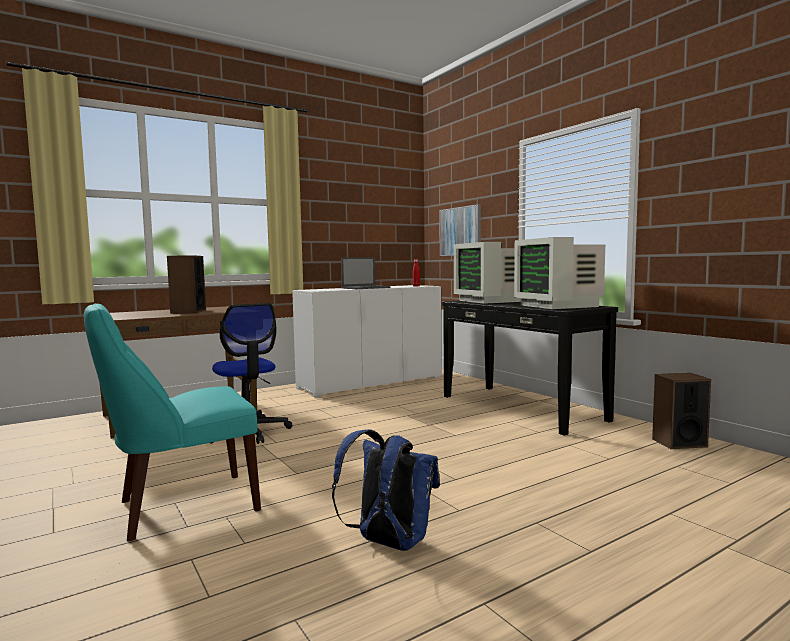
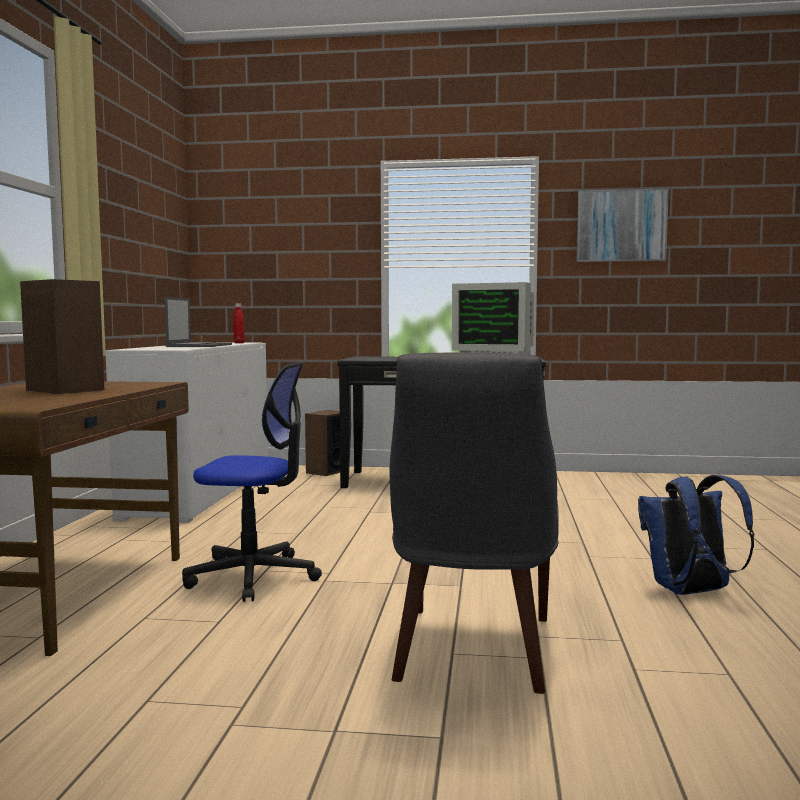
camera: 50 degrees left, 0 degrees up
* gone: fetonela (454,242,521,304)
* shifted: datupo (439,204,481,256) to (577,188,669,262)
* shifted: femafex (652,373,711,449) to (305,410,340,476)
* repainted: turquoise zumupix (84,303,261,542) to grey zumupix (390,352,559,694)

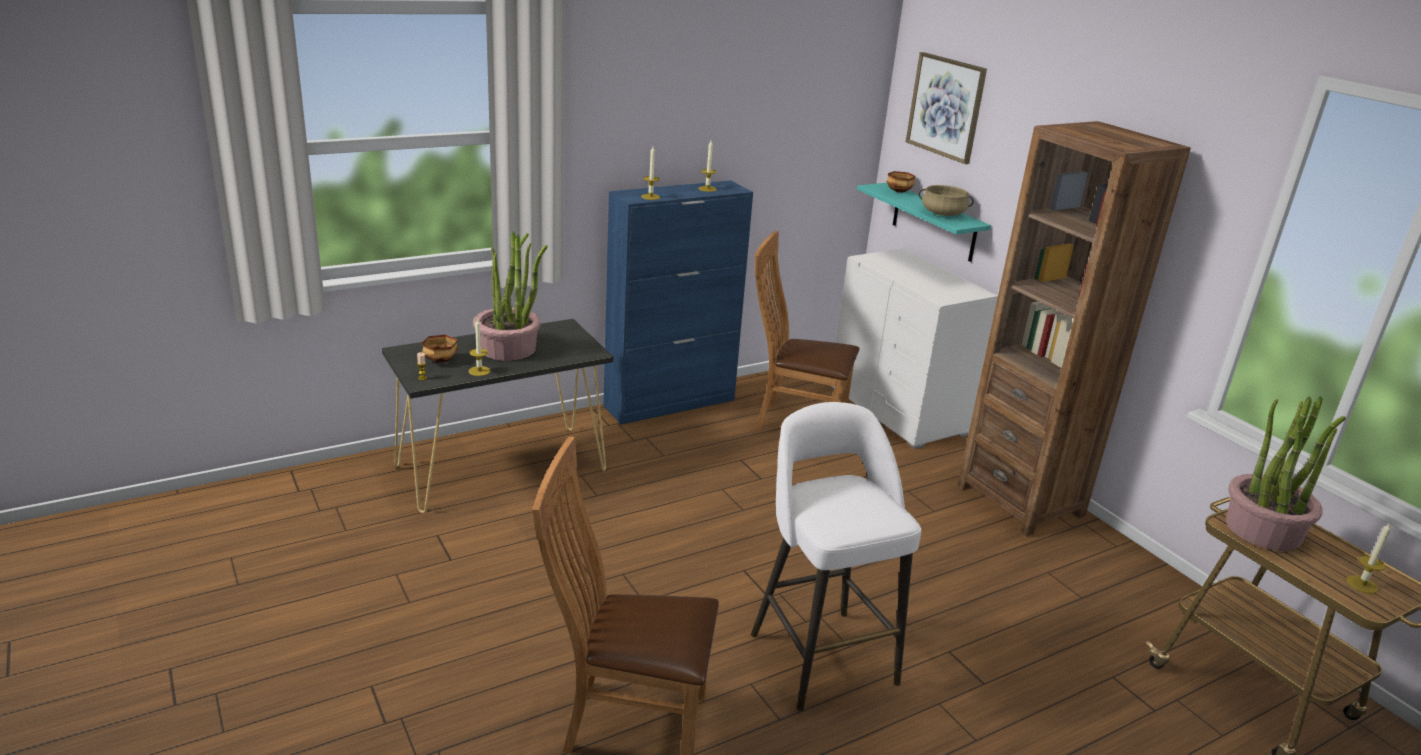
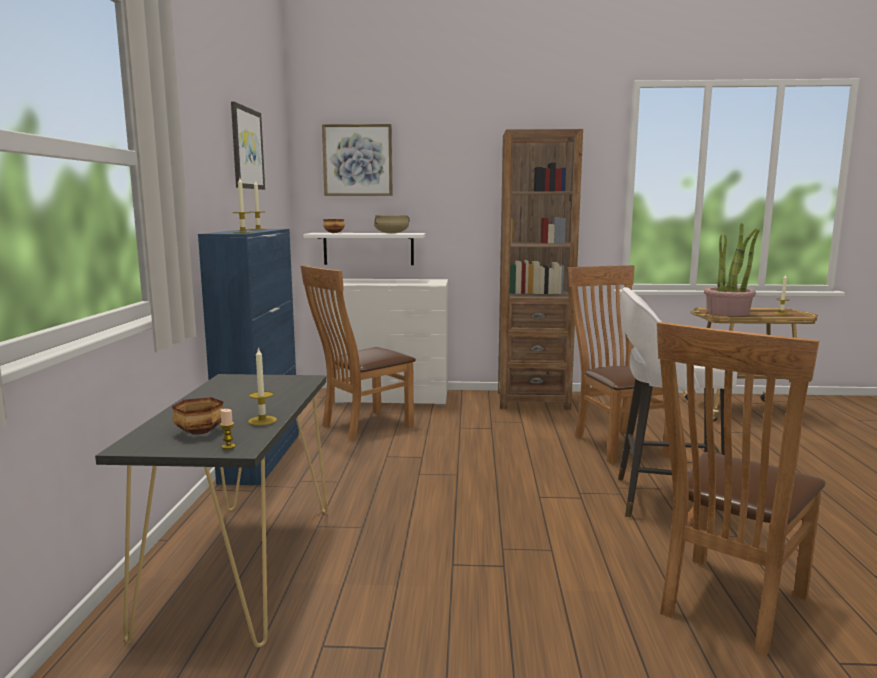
camera: 55 degrees left, 15 degrees down
* gone: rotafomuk (473,231,548,361)
* new: datupo (231,102,265,190)
* new: brown zumupix (568,265,670,464)
* repainted: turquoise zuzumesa (857,183,991,262) to white zuzumesa (303,233,426,265)

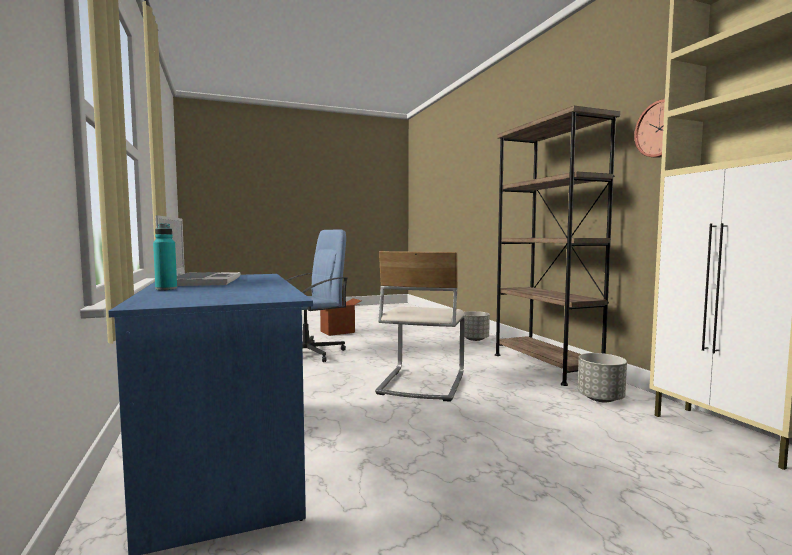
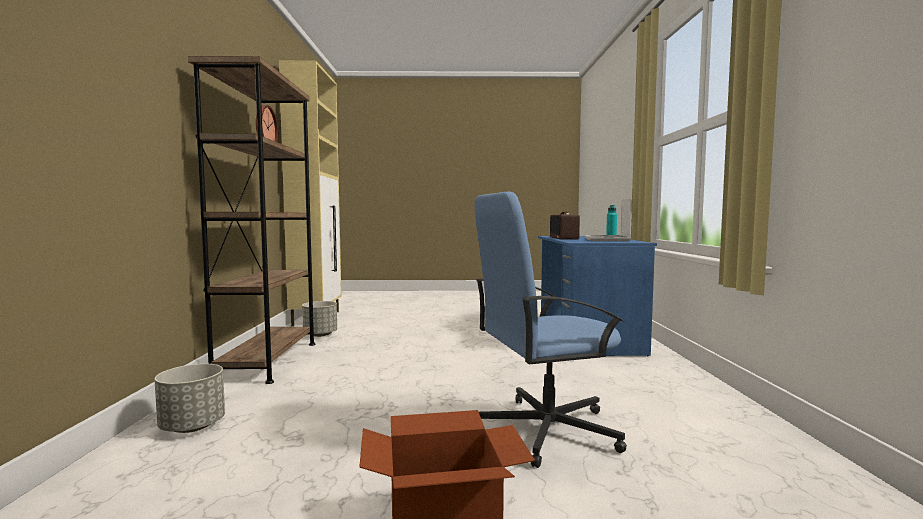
camera: 160 degrees left, 0 degrees up
* gone: beige zumupix (375,251,465,401)
* new: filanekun (550,212,580,239)

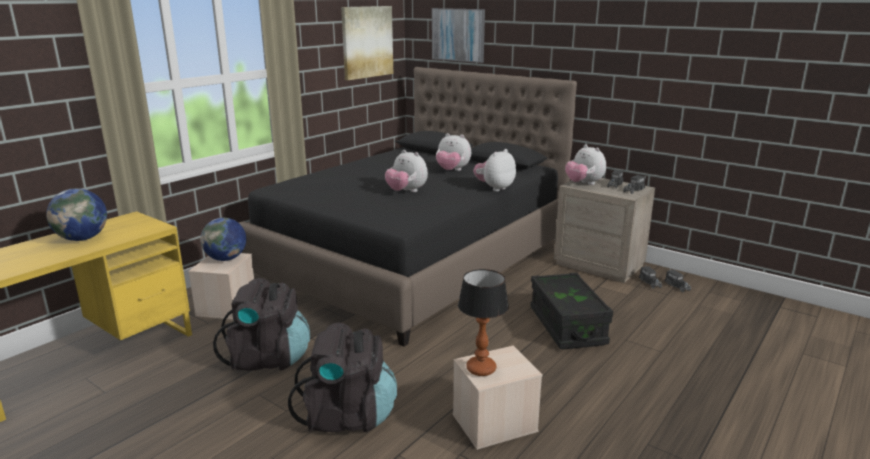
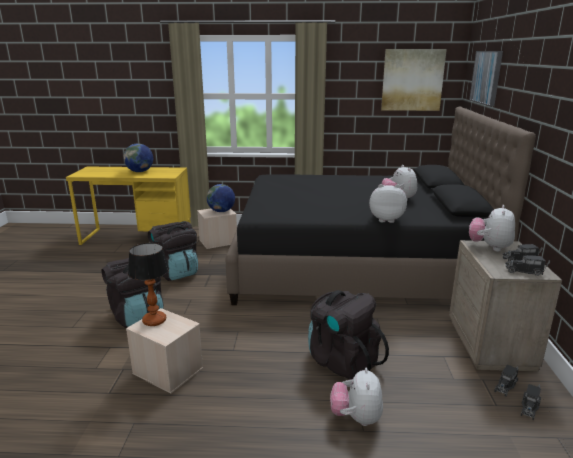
camera: 55 degrees right, 0 degrees up
* shifted: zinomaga (385,150,428,192) to (330,368,383,426)
* swapped: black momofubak (531,272,613,350) to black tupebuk (308,290,389,380)

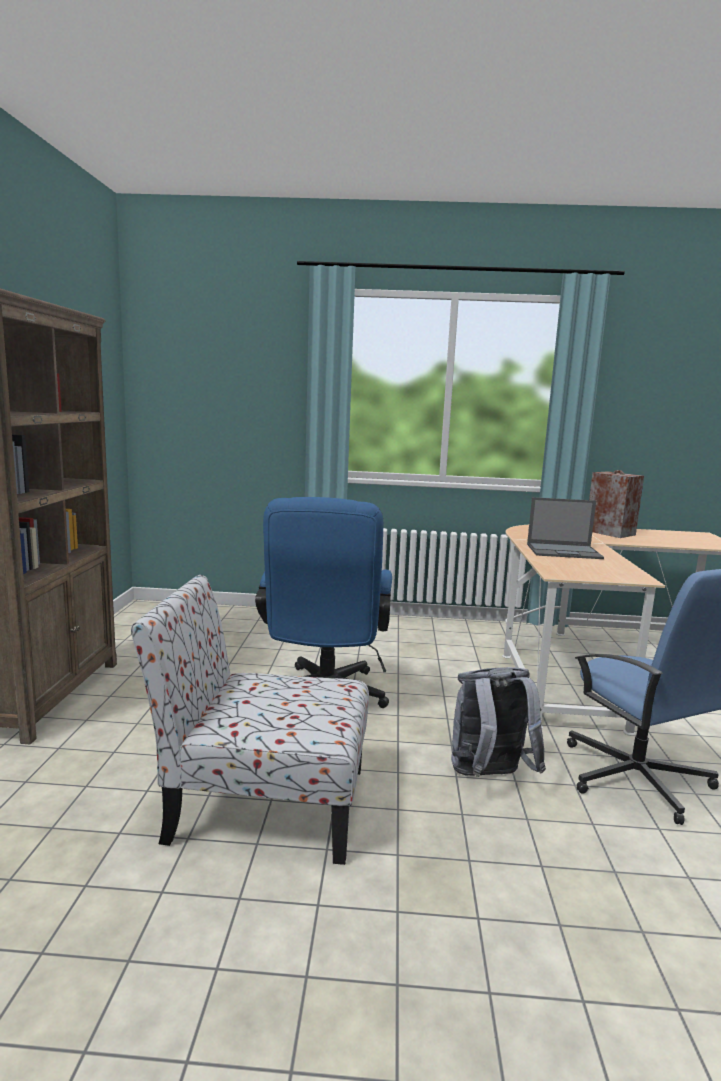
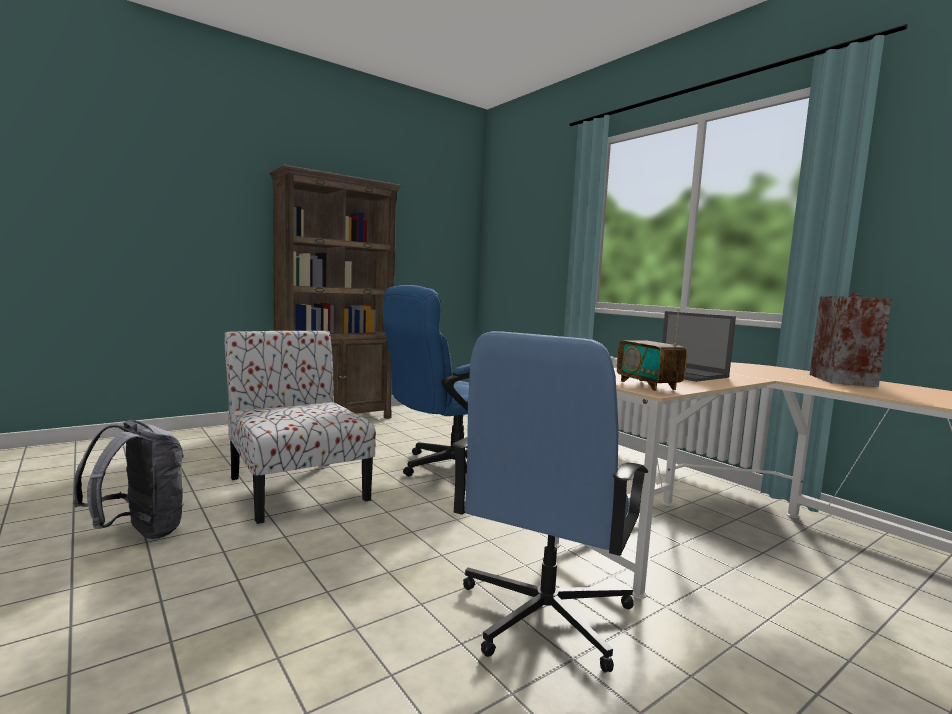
camera: 50 degrees right, 5 degrees down
* new: filanekun (617,309,687,391)
* shifted: grey tupebuk (451,667,546,777) to (73,420,184,540)

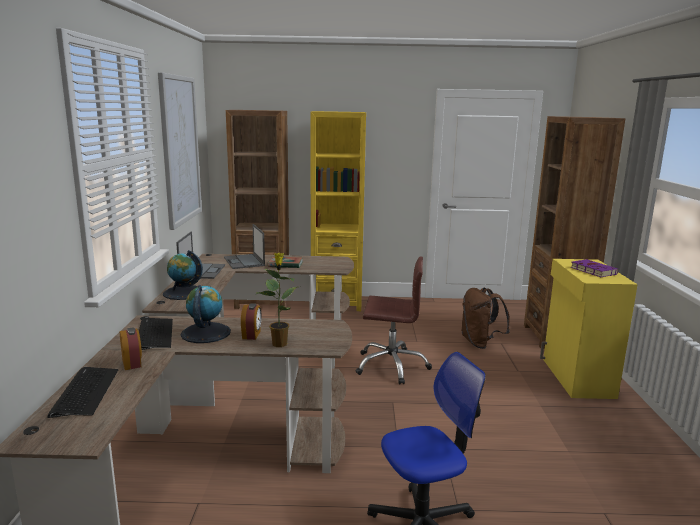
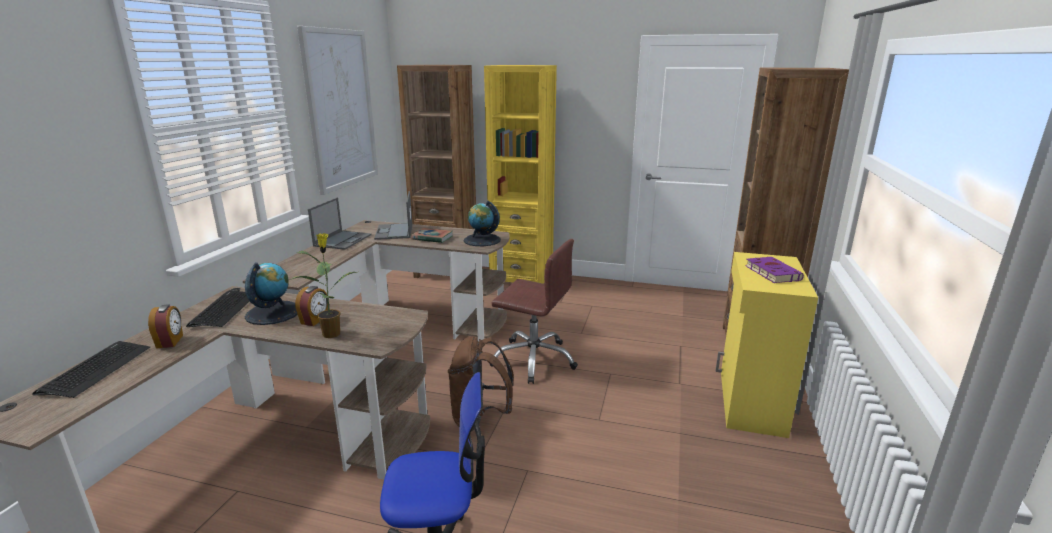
camera: 15 degrees right, 5 degrees up
* shifted: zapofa (163,250,203,300) to (463,201,501,246)
* shifted: brown tupebuk (461,287,510,349) to (447,336,513,431)

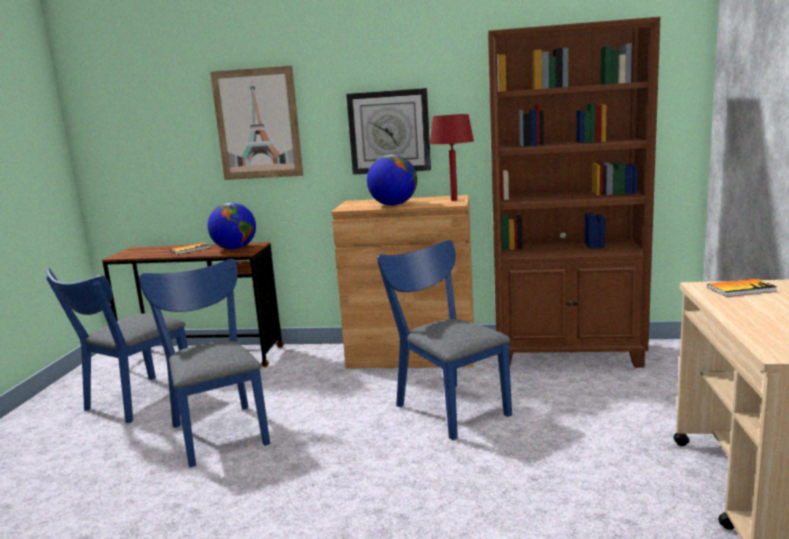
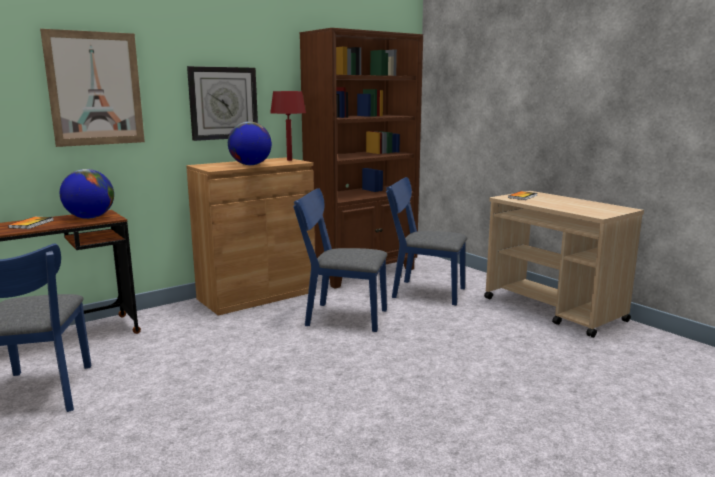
camera: 45 degrees left, 0 degrees up
* shifted: blue zumupix (139,259,270,467) to (386,177,467,305)

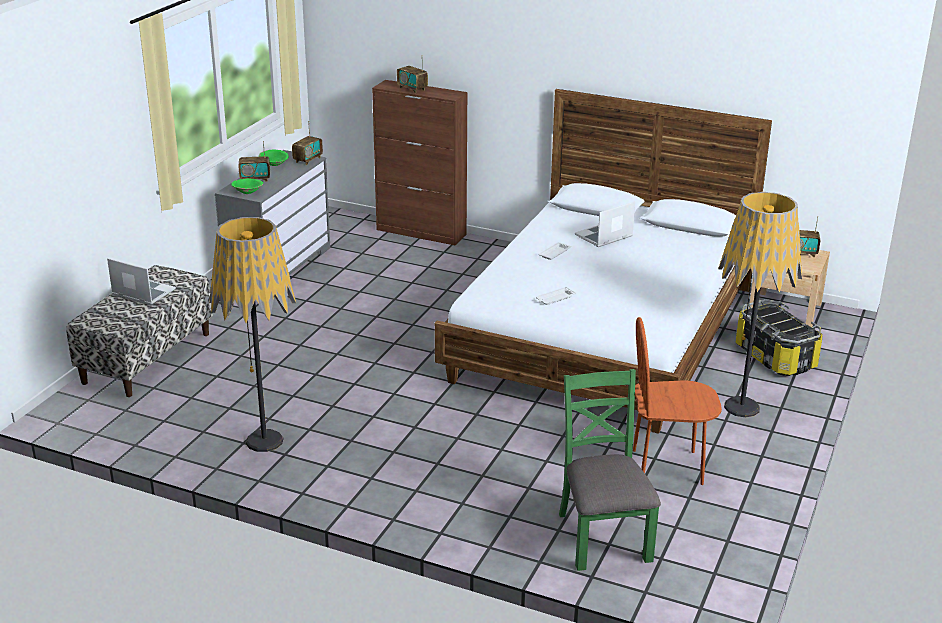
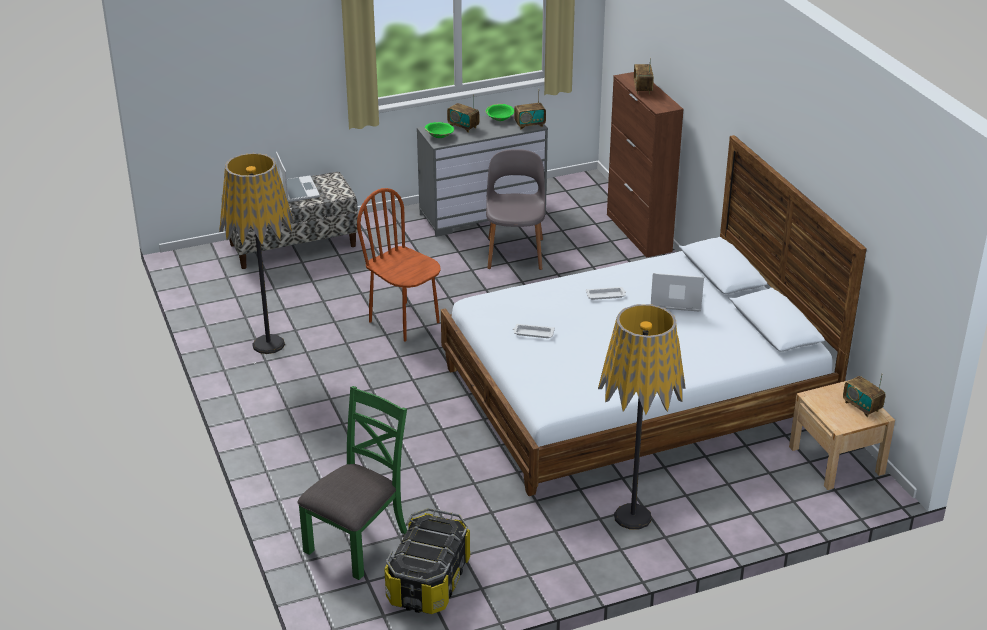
camera: 45 degrees right, 5 degrees up
* new: grey zumupix (486,149,545,270)
* shifted: brown zumupix (633,317,722,485) to (357,188,441,341)
* shifted: momofubak (735,299,823,376) to (384,508,470,614)

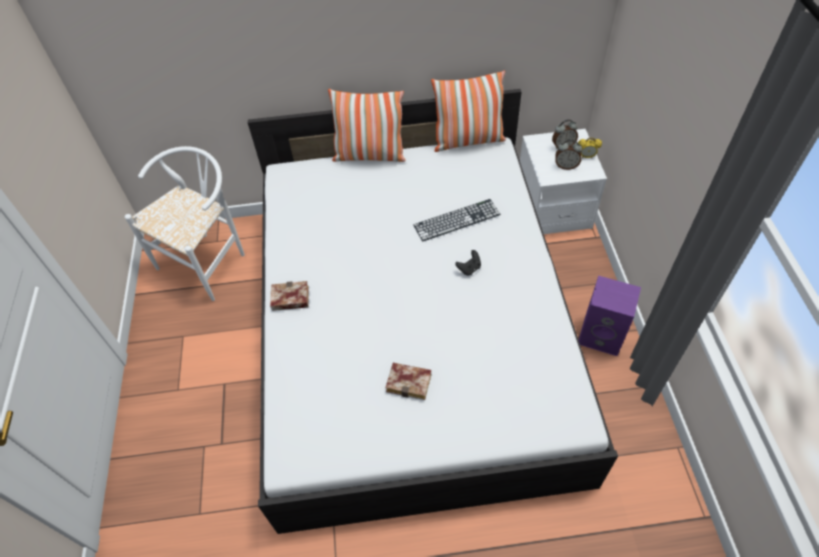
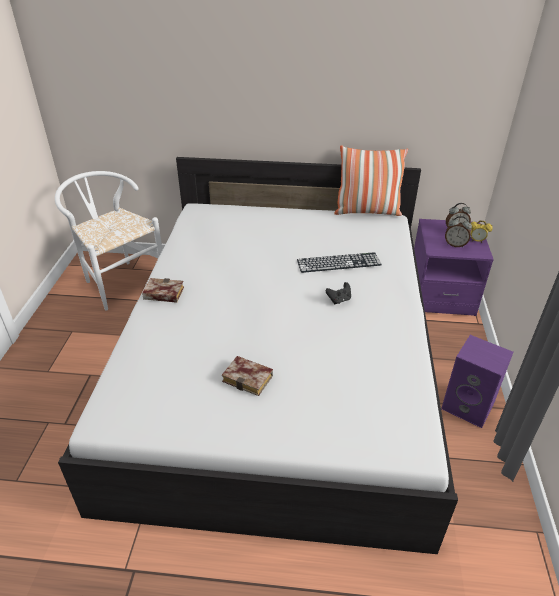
camera: 10 degrees right, 15 degrees down
* gone: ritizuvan (328,89,406,162)
* repainted: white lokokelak (520,129,607,234) to purple lokokelak (414,219,494,316)
* rotated: white zumupix (125,146,245,301) = (55,171,162,310) 90 degrees counterclockwise

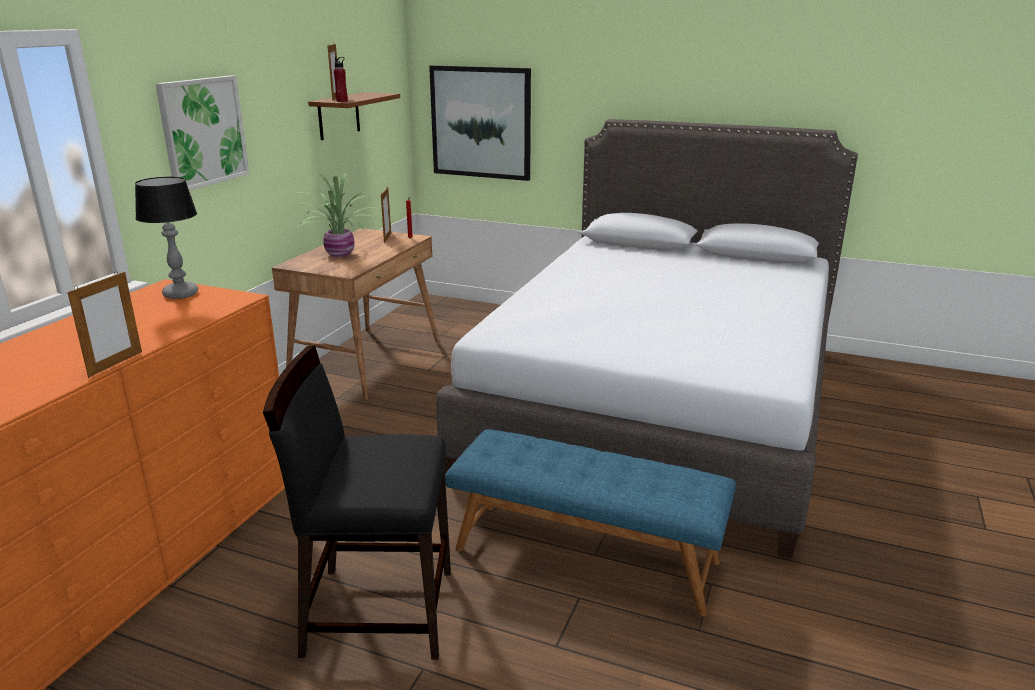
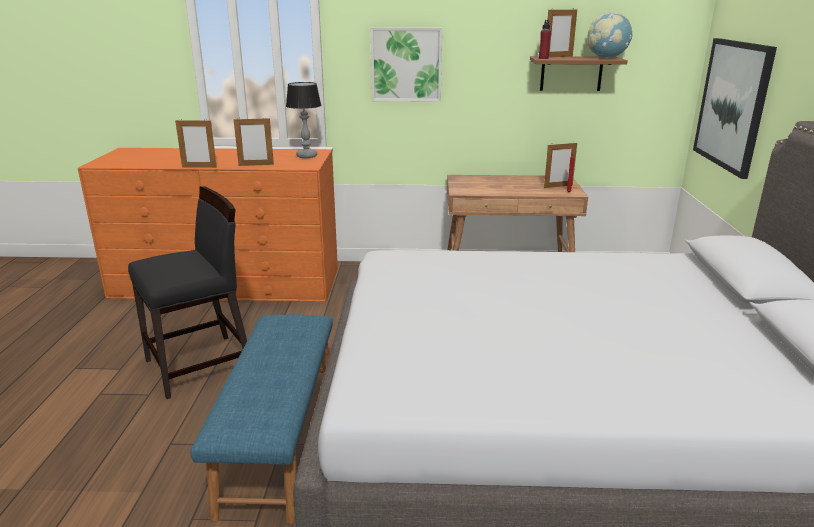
camera: 70 degrees right, 0 degrees up
* gone: rotafomuk (295,171,382,257)
* new: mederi (234,117,274,166)
* new: zapofa (587,12,633,59)
* rotated: black zumupix (263,345,451,660) = (128,186,247,399) 75 degrees clockwise

